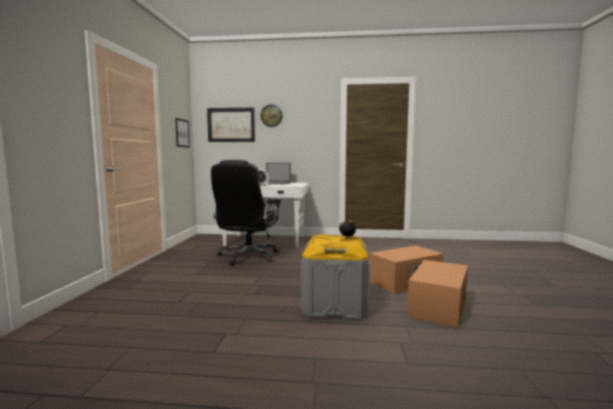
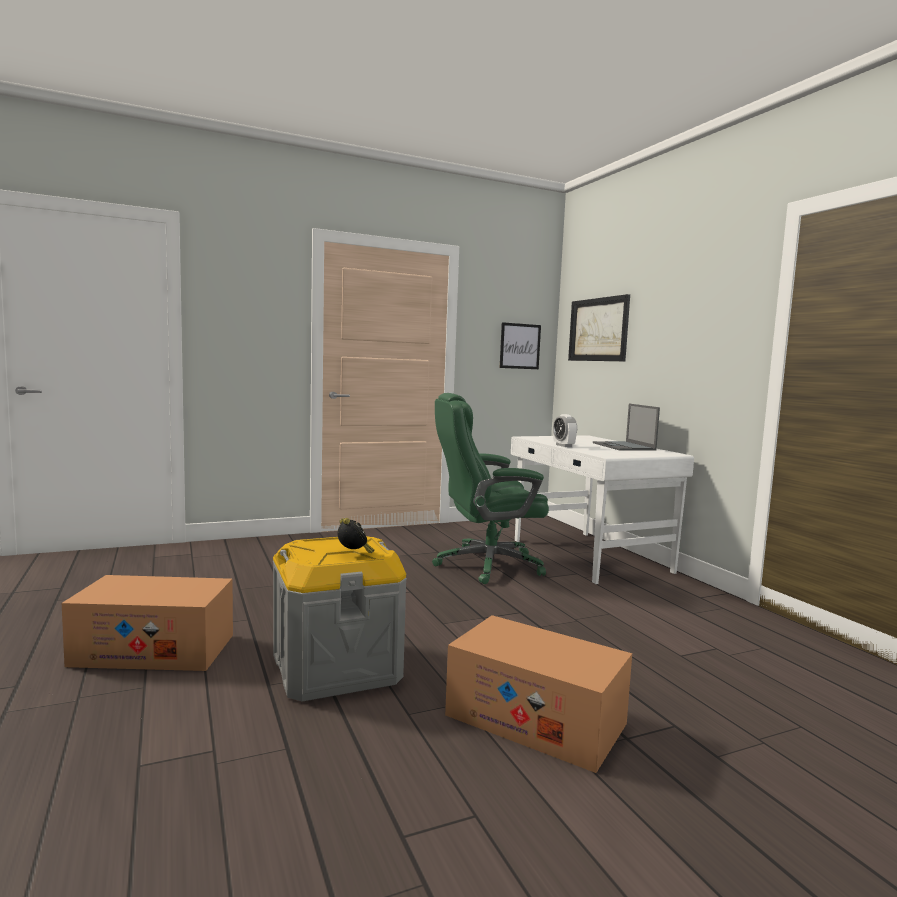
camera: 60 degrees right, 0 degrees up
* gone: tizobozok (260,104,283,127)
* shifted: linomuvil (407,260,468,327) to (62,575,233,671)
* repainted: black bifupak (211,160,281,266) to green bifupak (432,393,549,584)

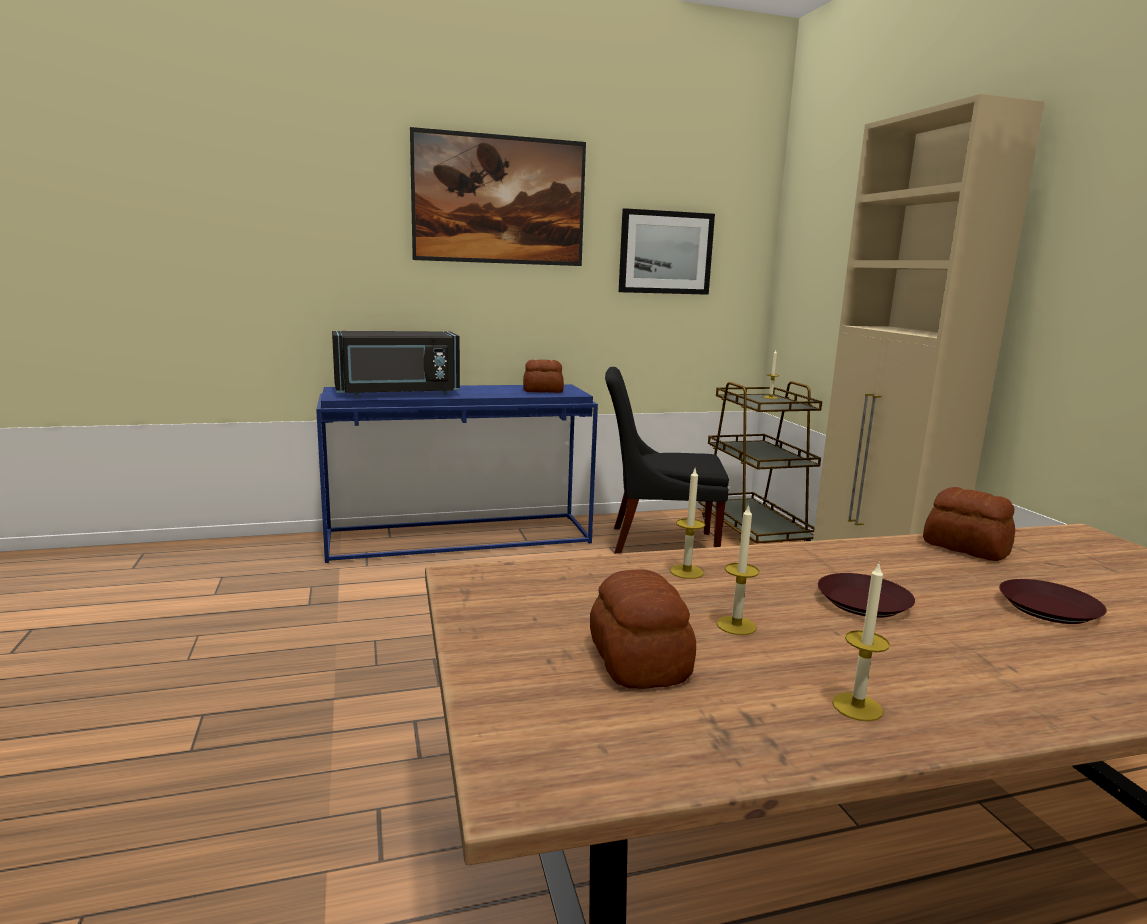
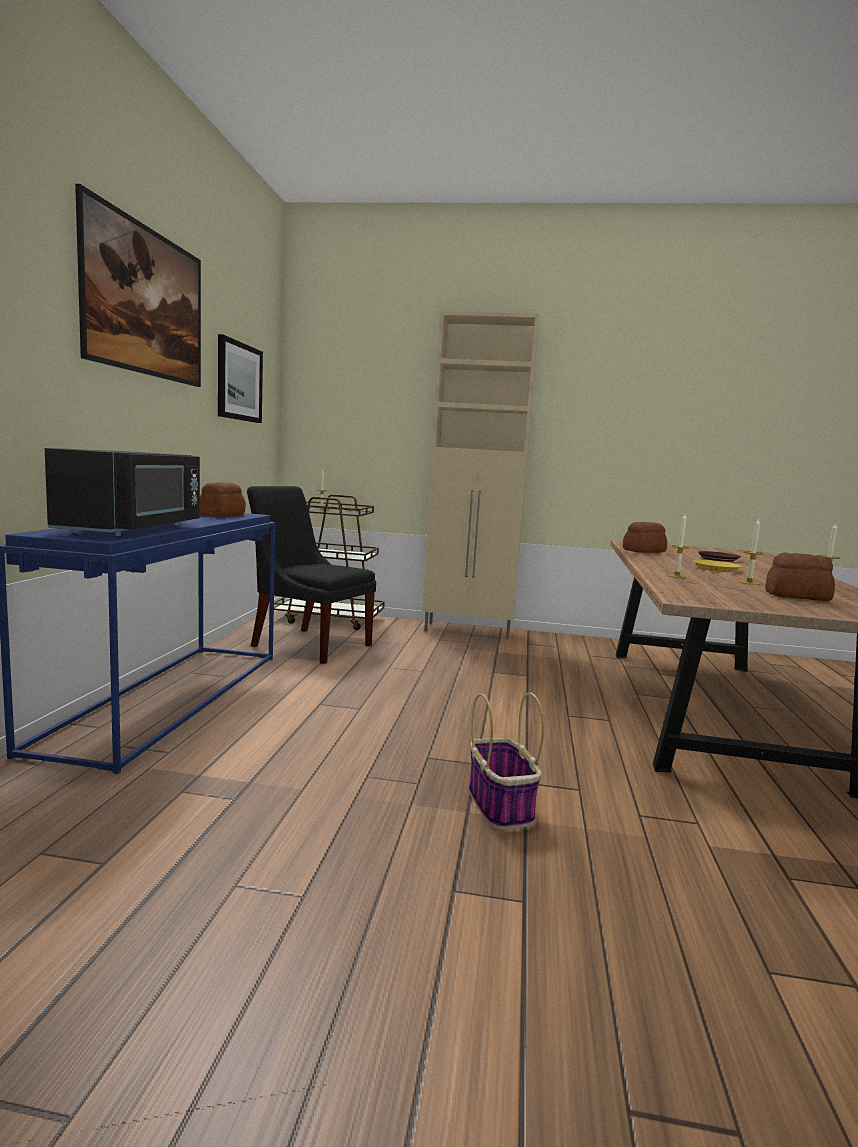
camera: 65 degrees left, 5 degrees down
* new: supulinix (469,692,544,830)
* repainted: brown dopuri (818,573,915,618) to yellow dopuri (693,560,741,572)
* rotated: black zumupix (605,367,729,554) = (247,486,376,664) 90 degrees clockwise

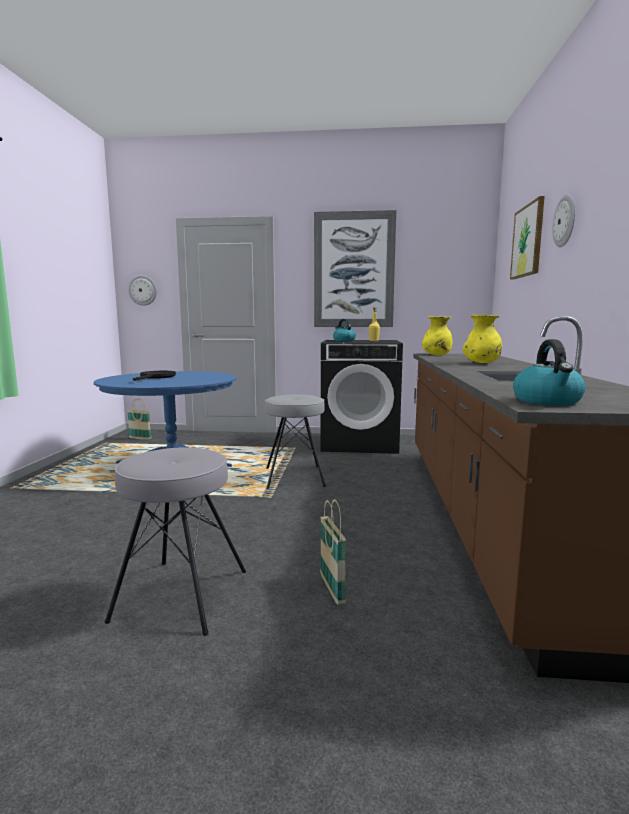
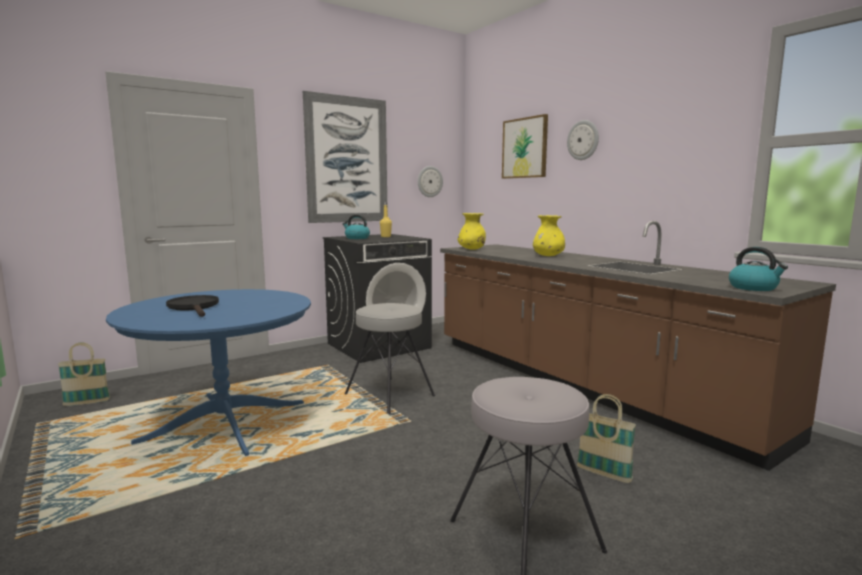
camera: 40 degrees left, 0 degrees up
* shifted: tizobozok (128,275,157,306) to (418,166,443,197)

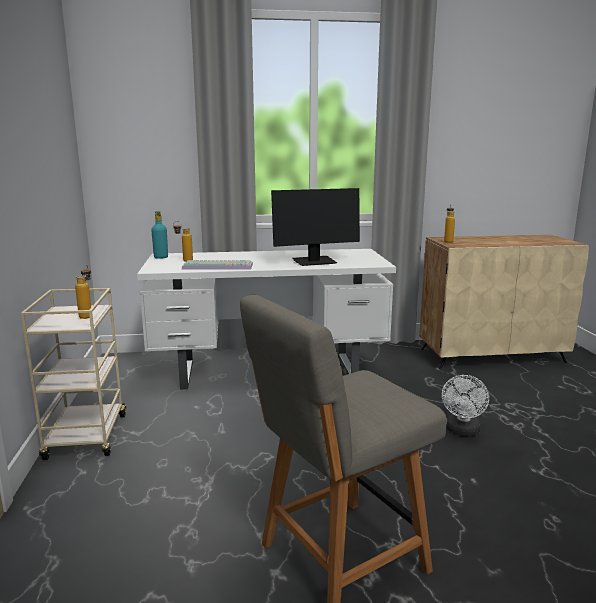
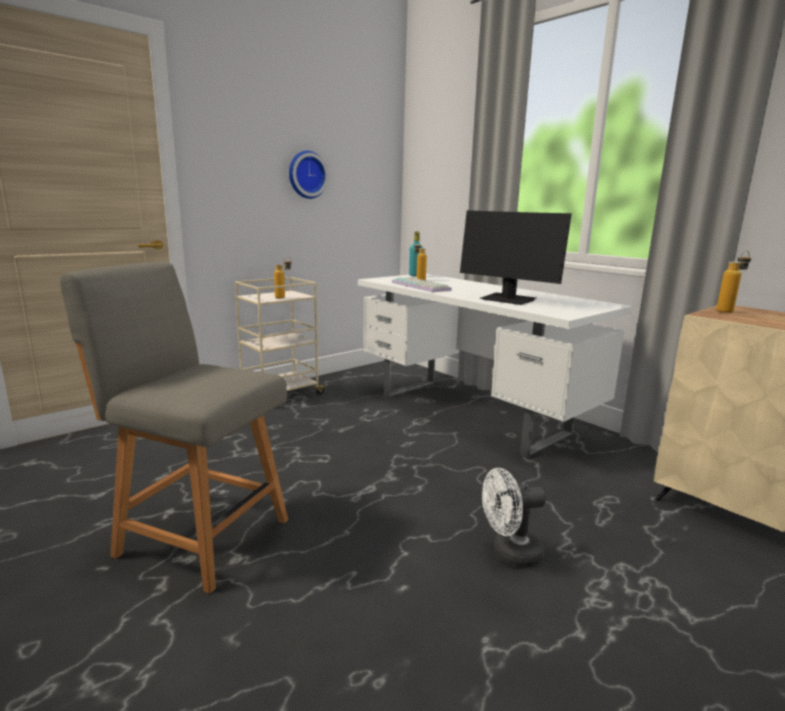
camera: 55 degrees right, 0 degrees up
* new: tizobozok (289,151,328,199)

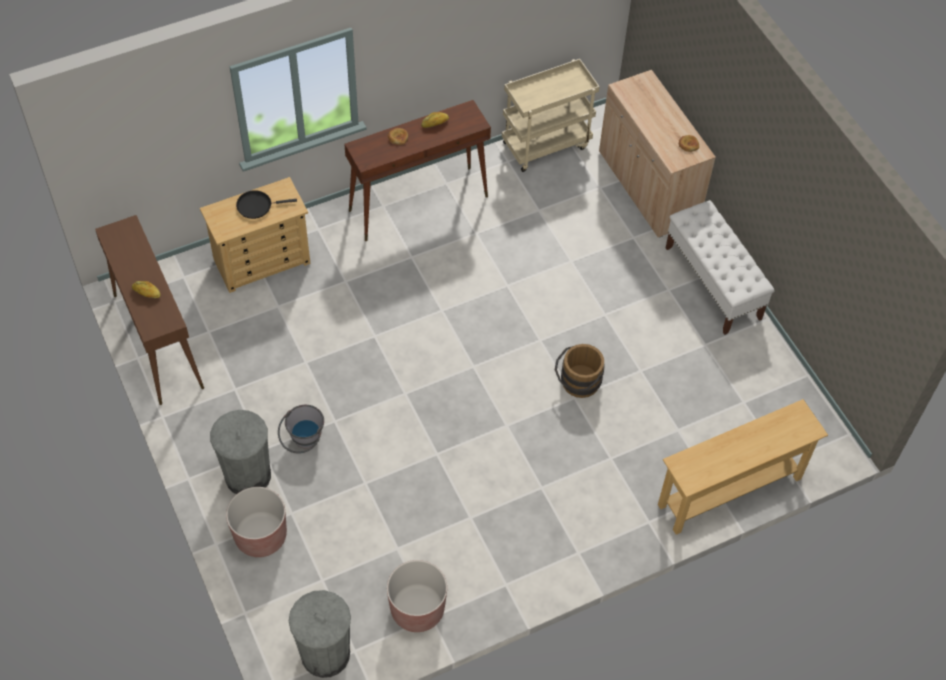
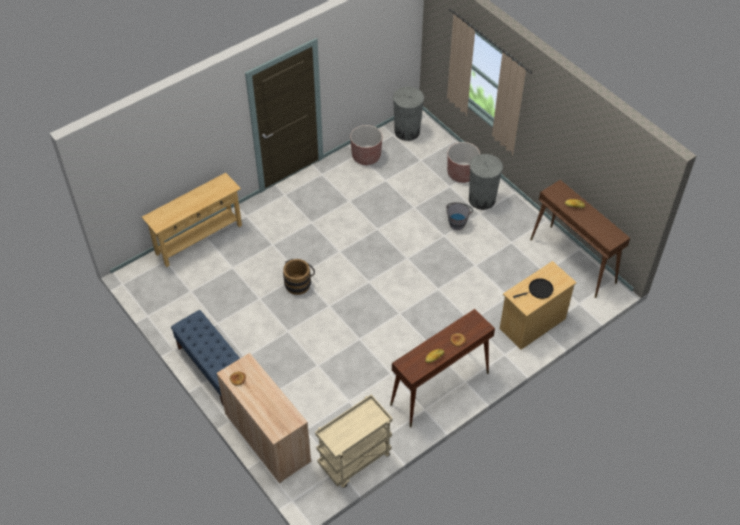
camera: 170 degrees right, 5 degrees down
* repainted: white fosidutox (666,200,775,335) to blue fosidutox (171,310,240,406)

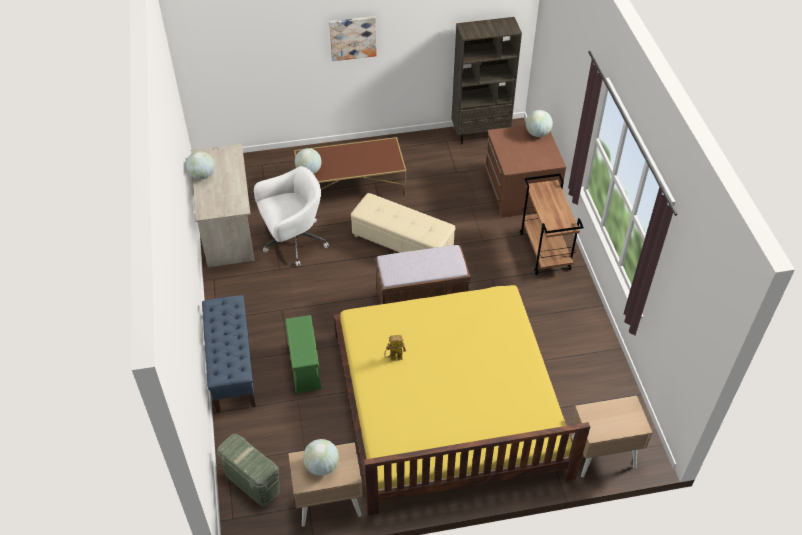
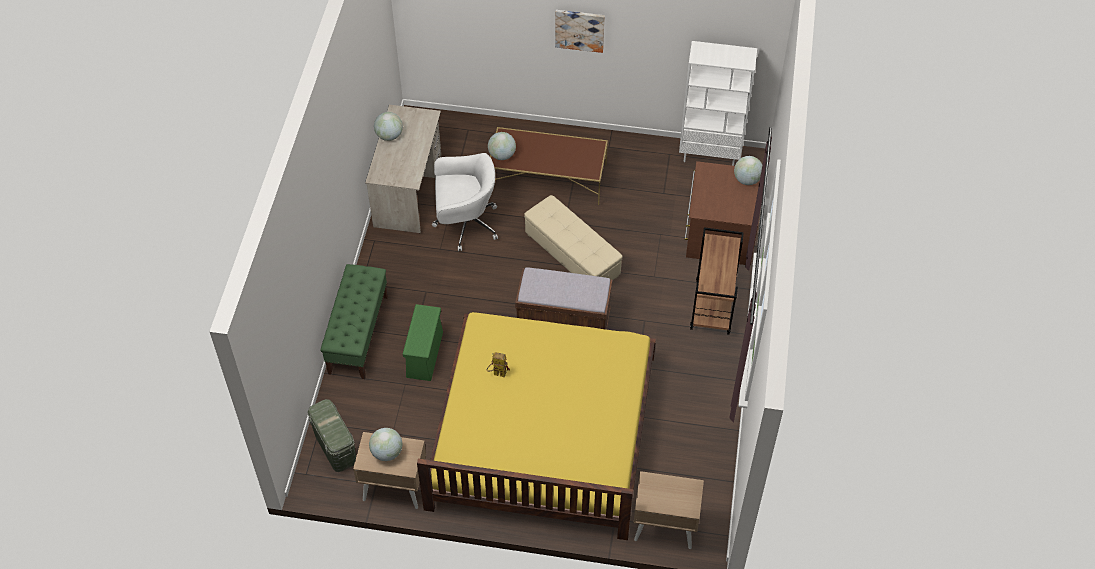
camera: 20 degrees right, 5 degrees up
* repainted: blue fosidutox (202,295,256,413) to green fosidutox (321,264,388,379)
* repainted: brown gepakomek (451,17,522,144) to white gepakomek (679,41,757,166)

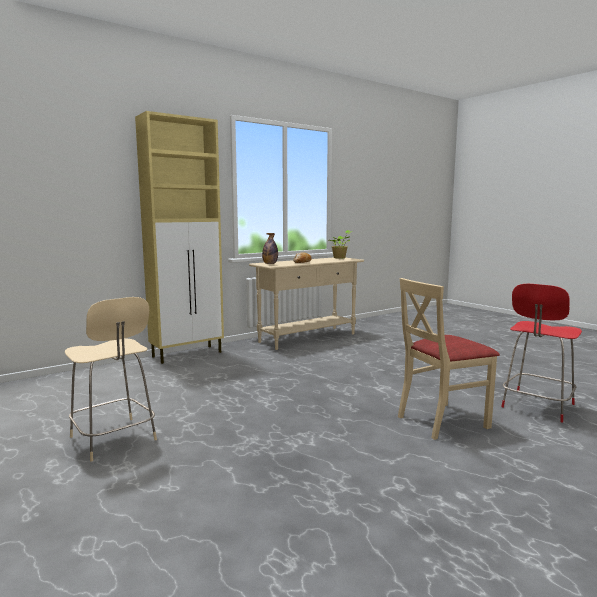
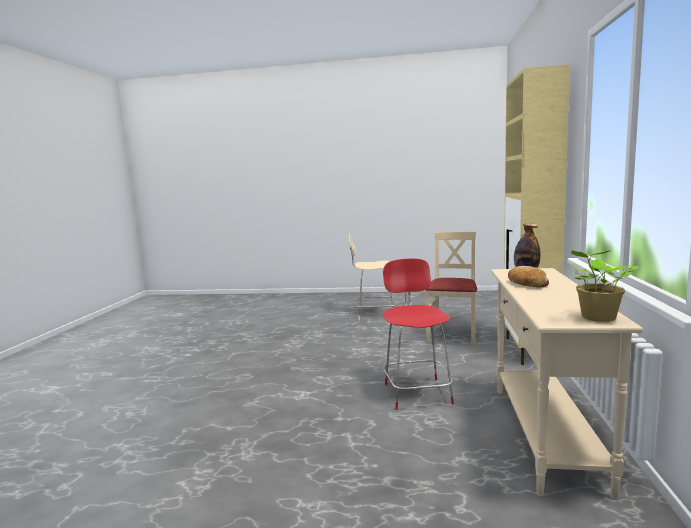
camera: 135 degrees right, 0 degrees up
* shifted: beige zumupix (398,278,500,440) to (425,232,477,345)
* shifted: red zumupix (501,284,582,422) to (383,259,454,410)

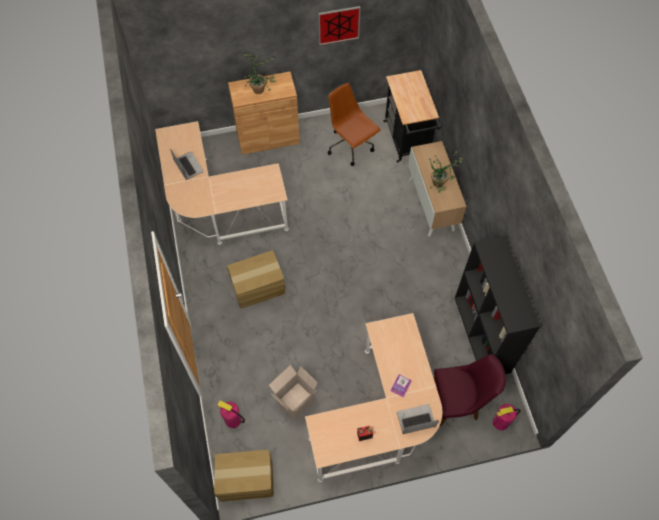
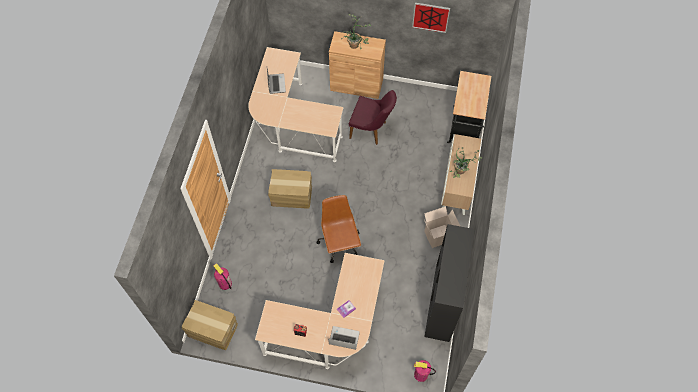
camera: 25 degrees right, 0 degrees up
* shifted: linomuvil (269,365,317,420) to (424,206,460,248)
* shifted: brown bifupak (328,83,381,166) to (316,195,361,263)
* shifted: purple zumupix (434,354,506,427) to (349,90,397,145)

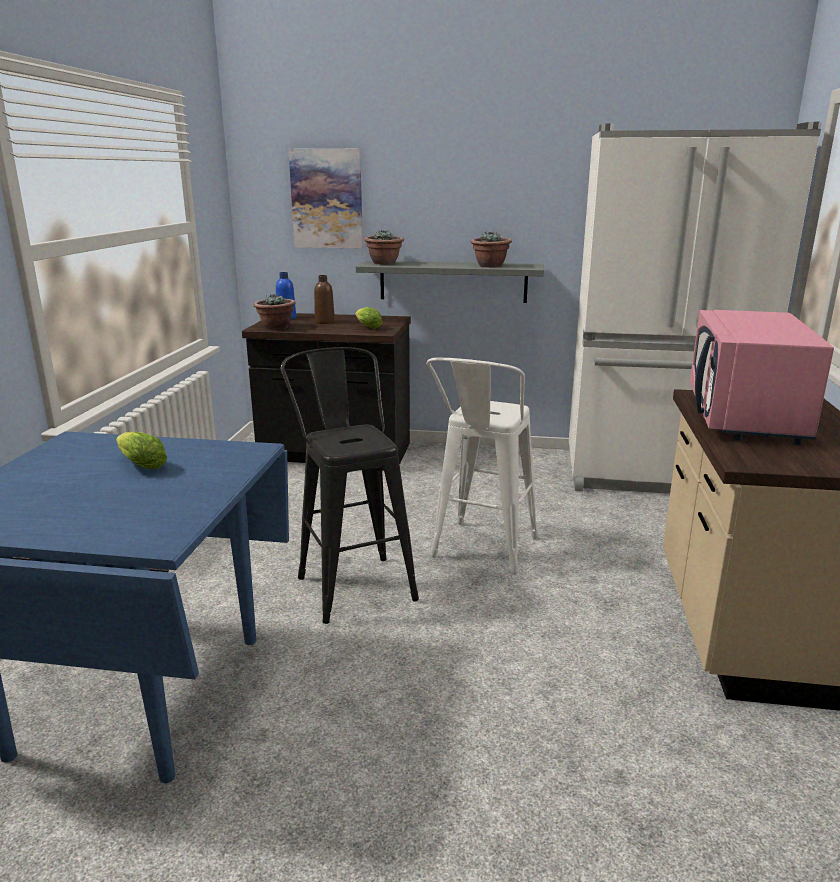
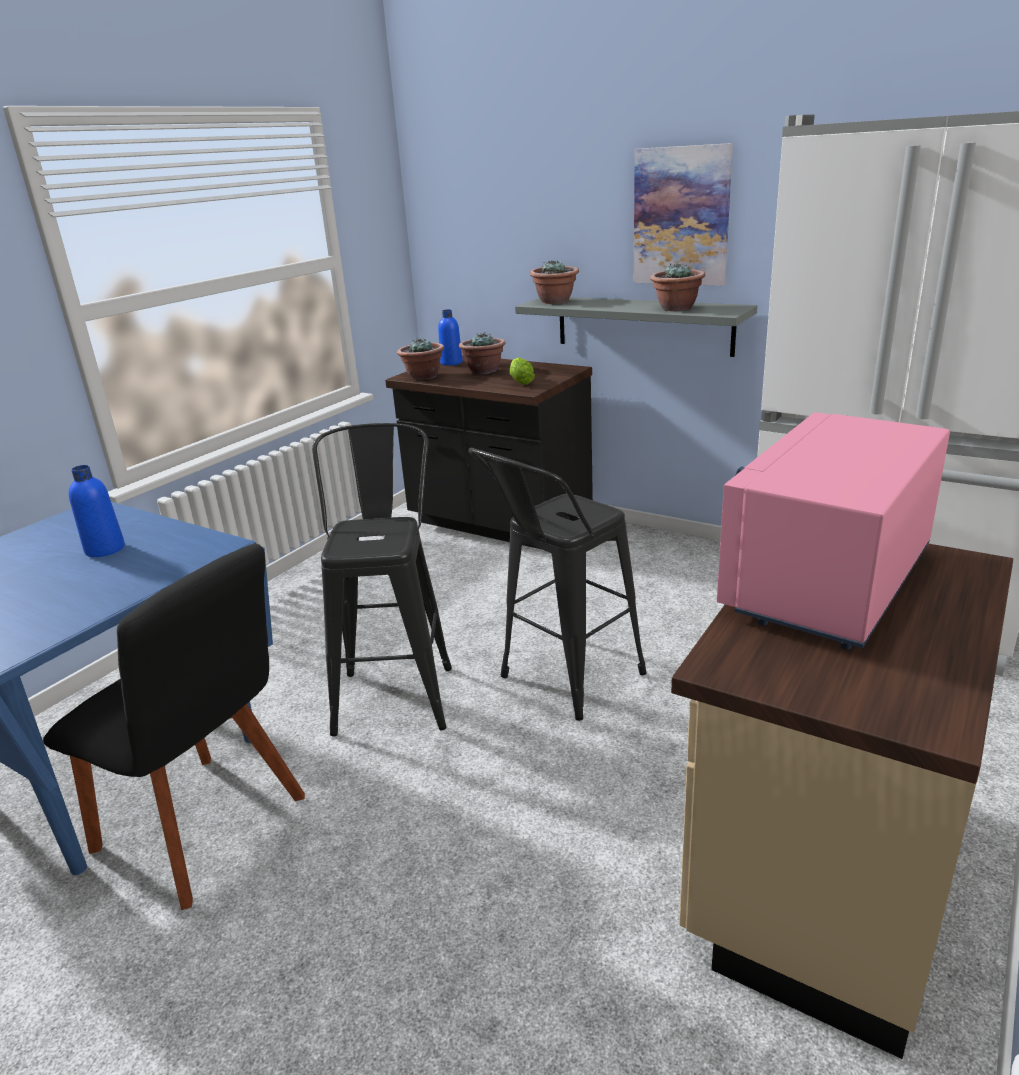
camera: 25 degrees right, 5 degrees up
* new: black zumupix (43,544,305,910)
* shifted: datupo (288,148,363,248) to (634,143,733,286)
* swapped: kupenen (116,432,167,469) to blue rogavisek (69,465,125,557)
* swapped: brown rogavisek (314,275,335,324) to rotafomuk (459,332,506,375)
* repainted: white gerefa (427,358,538,575) to black gerefa (468,448,647,721)

